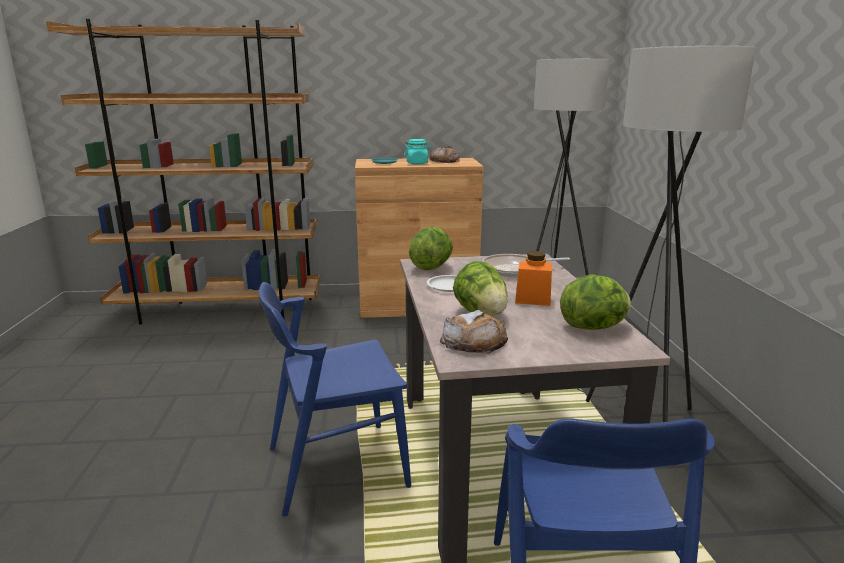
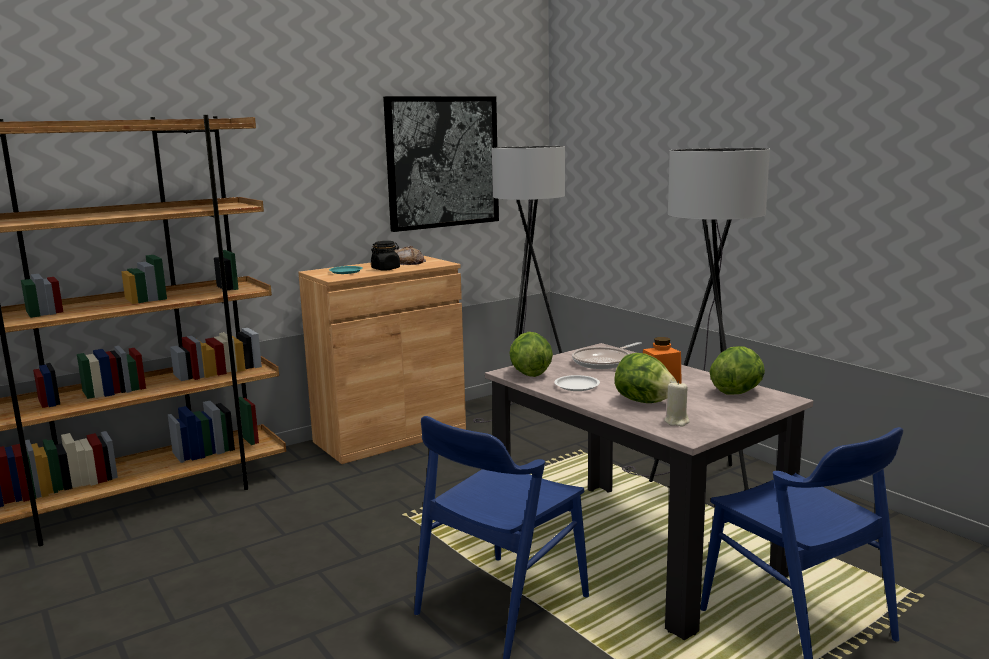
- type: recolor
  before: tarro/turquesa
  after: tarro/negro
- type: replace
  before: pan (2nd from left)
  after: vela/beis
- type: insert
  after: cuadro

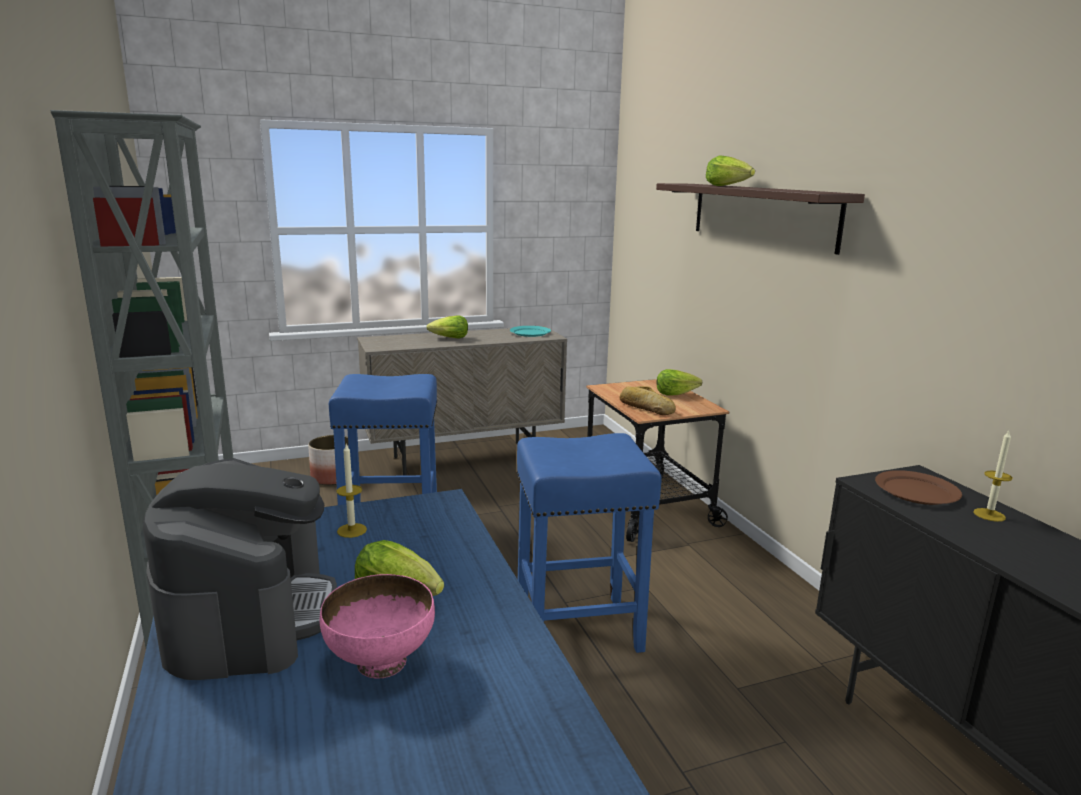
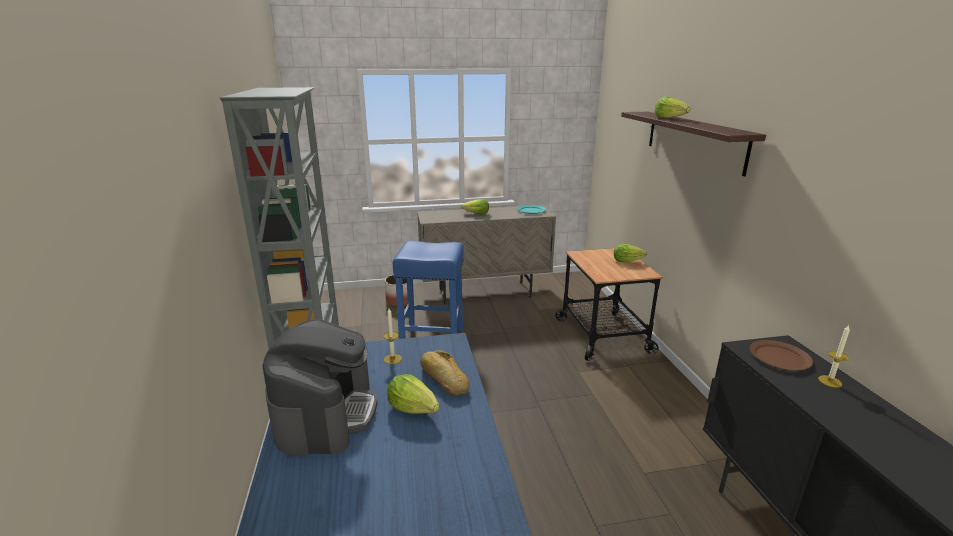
- type: delete
  before: cuenco/rosa
- type: delete
  before: taburete/azul (2nd from left)
- type: move
  before: pan

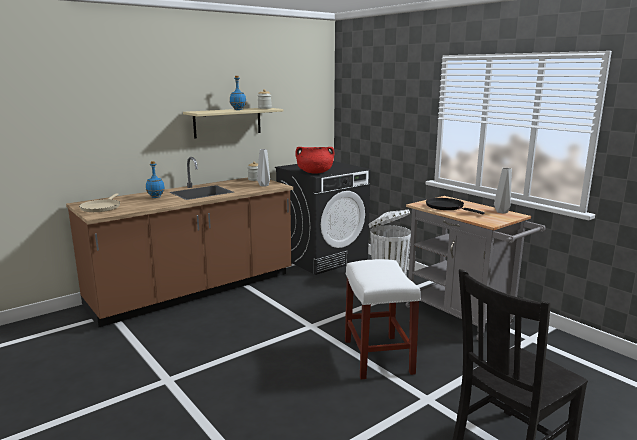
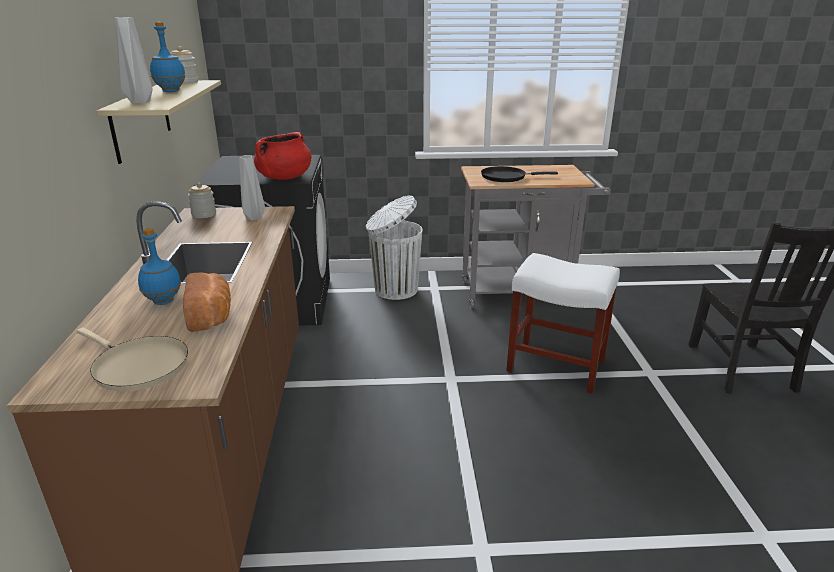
- type: move
  before: florero/gris (2nd from left in the first image)
  after: florero/gris (1st from left)
- type: insert
  after: pan

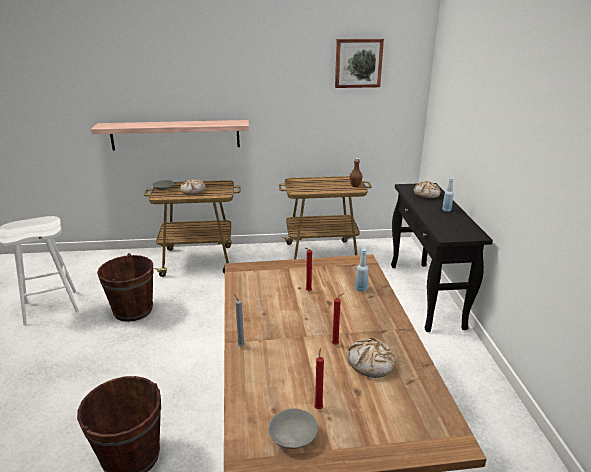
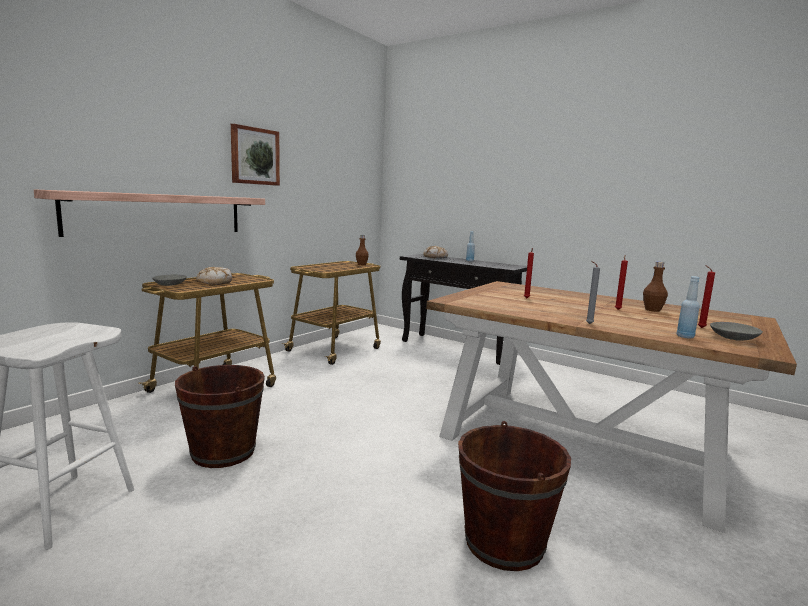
- type: move
  before: cuadro
- type: replace
  before: pan (2nd from left)
  after: botella/marrón (2nd from left)
- type: move
  before: botella/azul (1st from left in the first image)
  after: botella/azul (2nd from left)

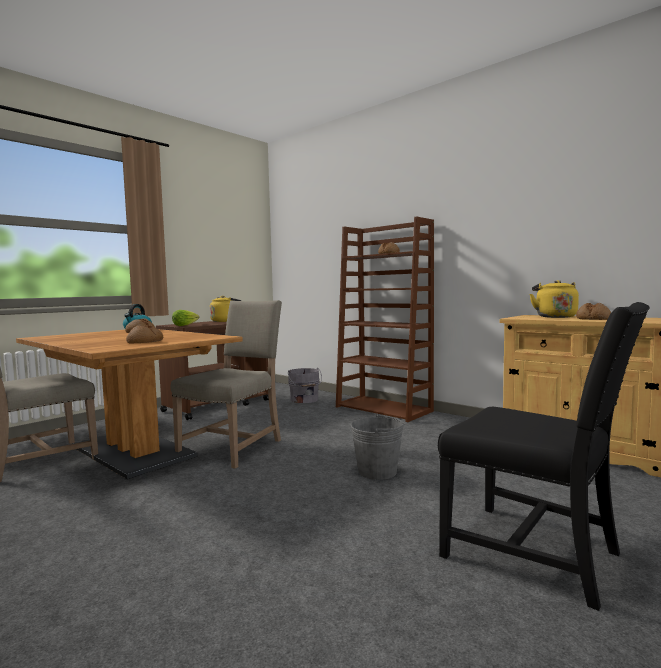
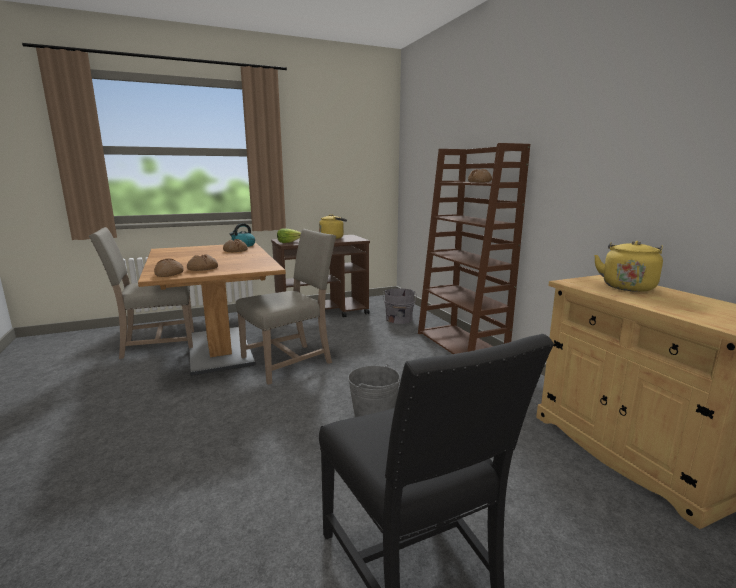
- type: move
  before: pan (4th from left in the first image)
  after: pan (1st from left)

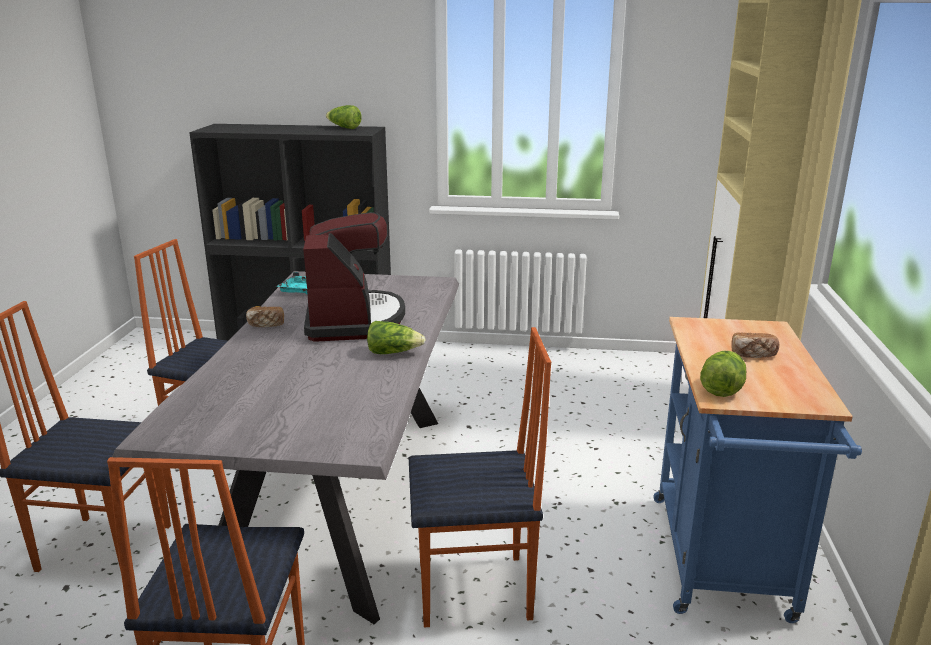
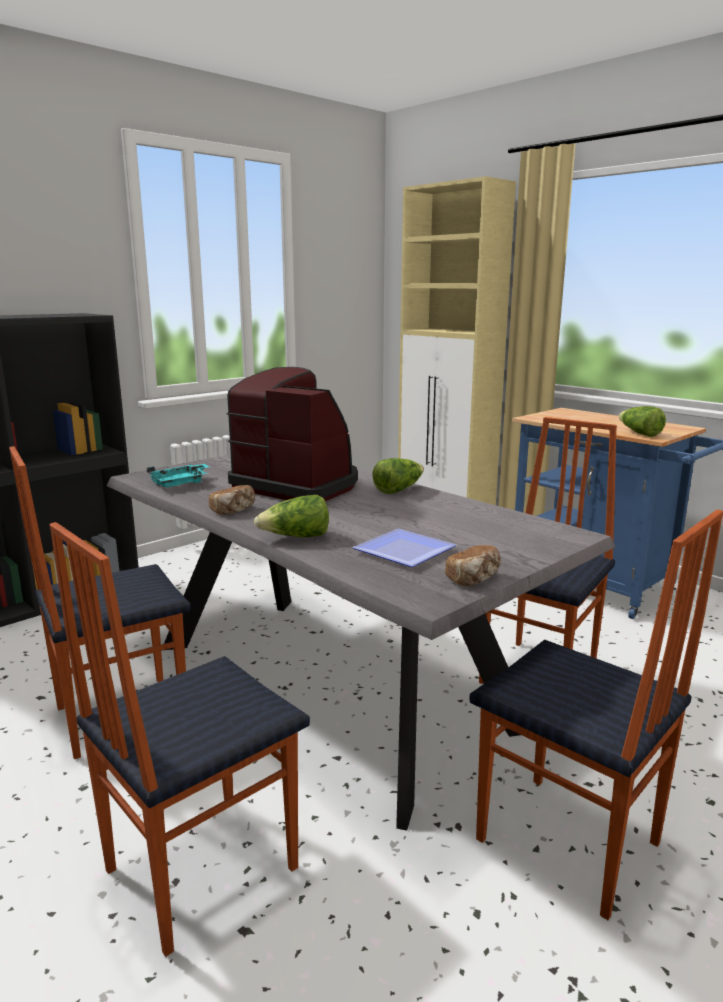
- type: move
  before: lechuga (1st from left)
- type: move
  before: pan (2nd from left)
- type: insert
  after: plato

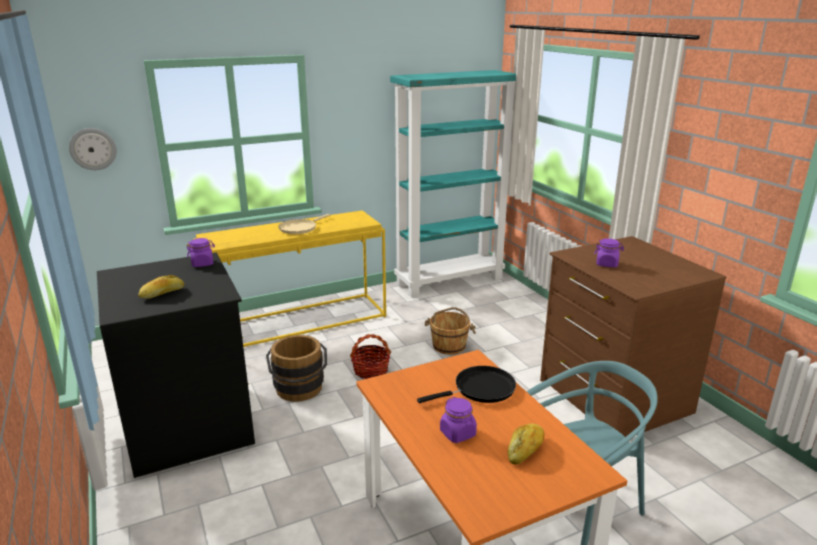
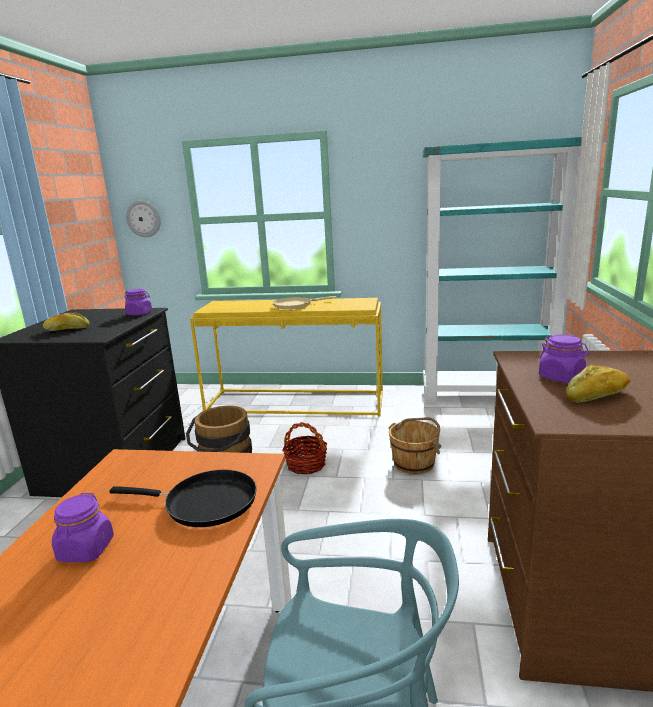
- type: move
  before: pan (2nd from left)

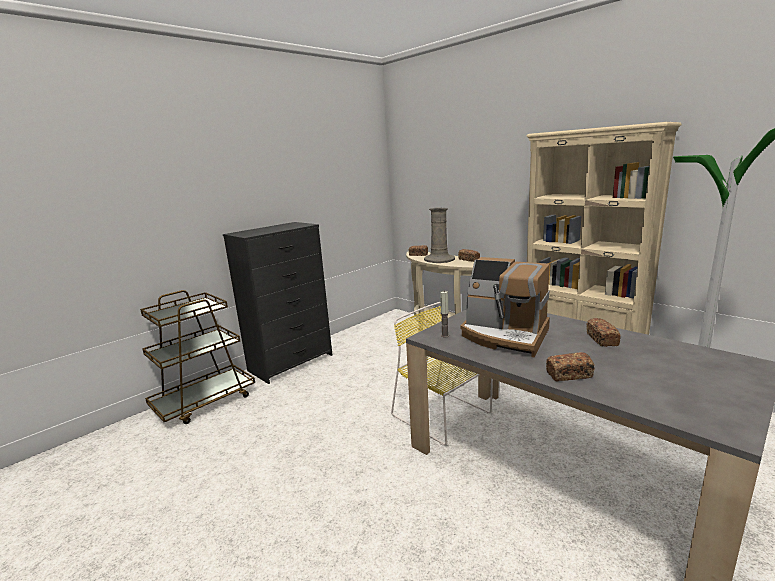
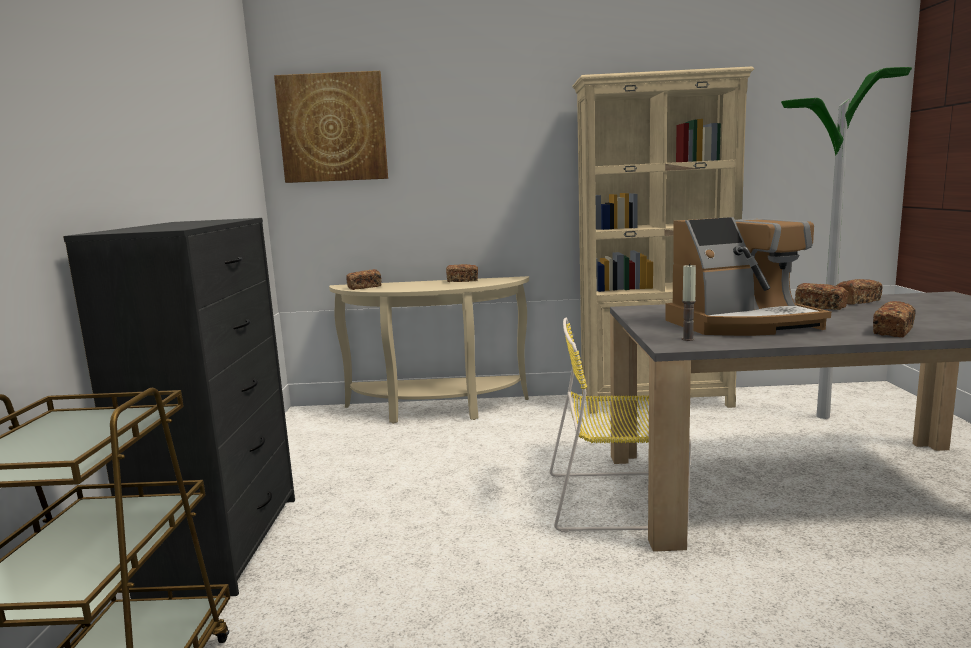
- type: delete
  before: florero/beis
- type: insert
  after: cuadro
- type: insert
  after: pan (4th from left)

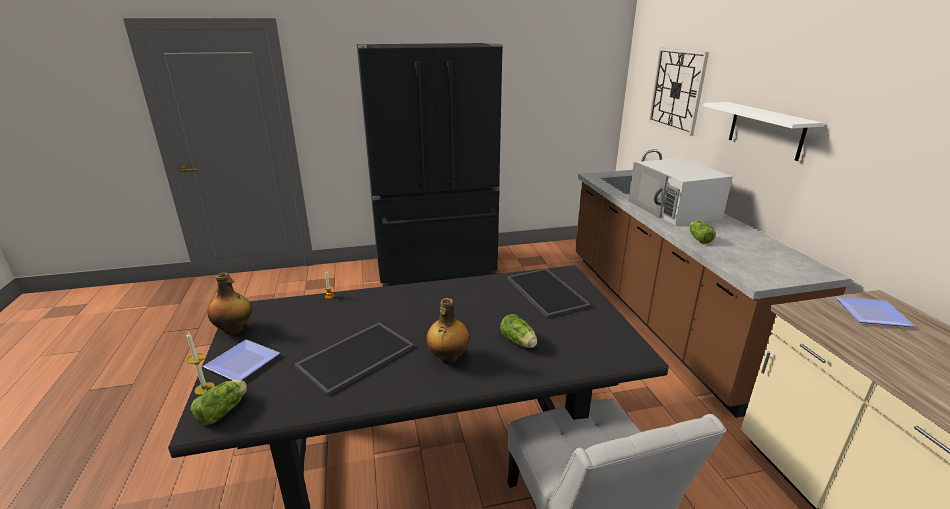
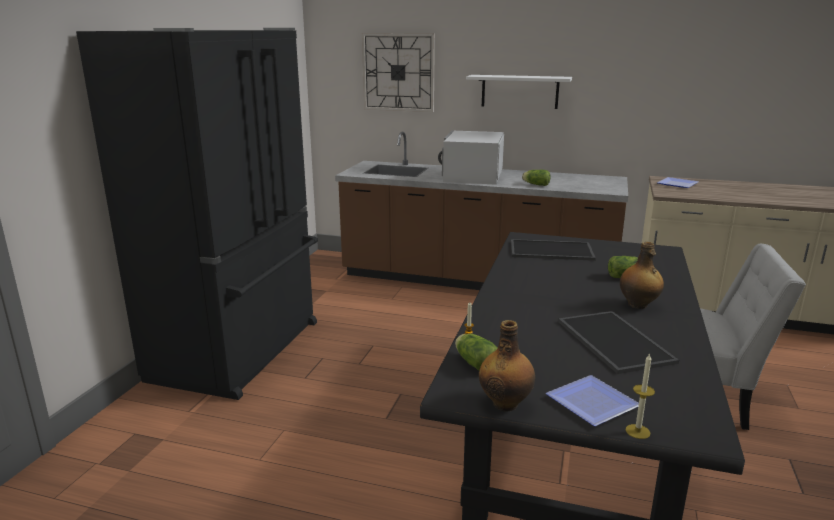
- type: move
  before: lechuga (1st from left)
- type: rotate
  before: microondas/blanco
  turn: 90

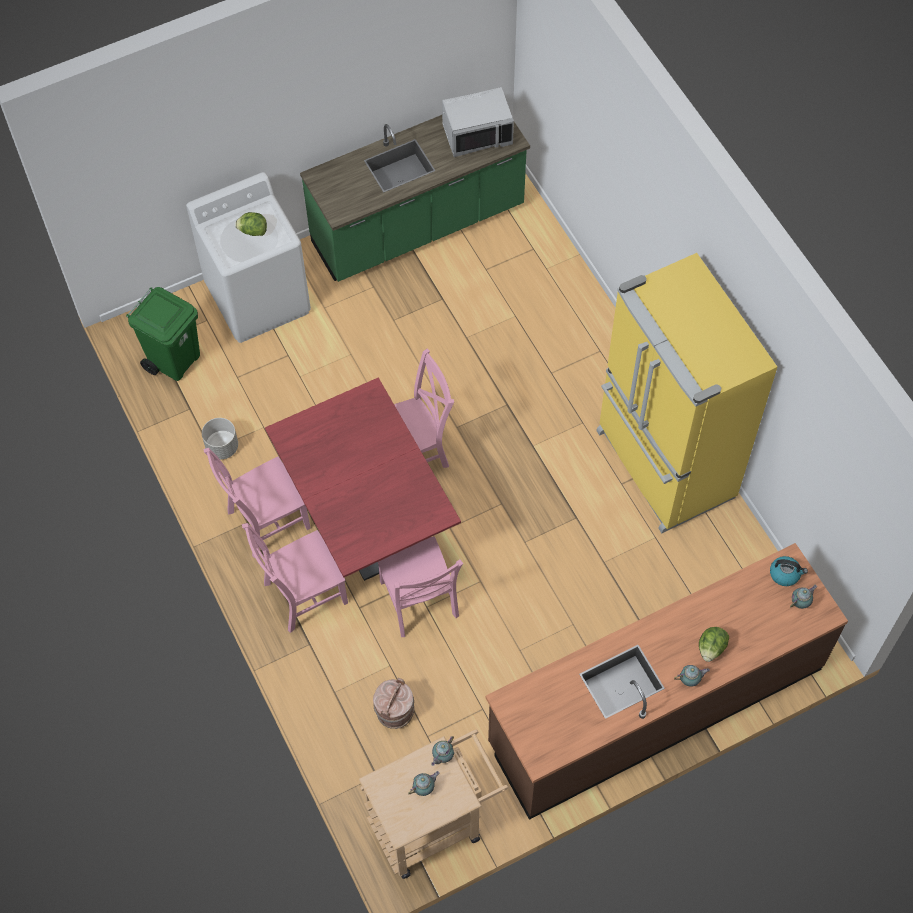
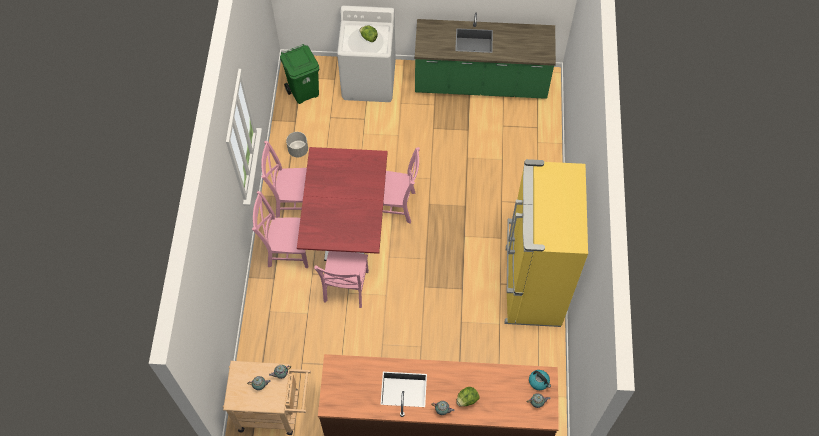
- type: delete
  before: cubo/marrón
- type: delete
  before: microondas/gris

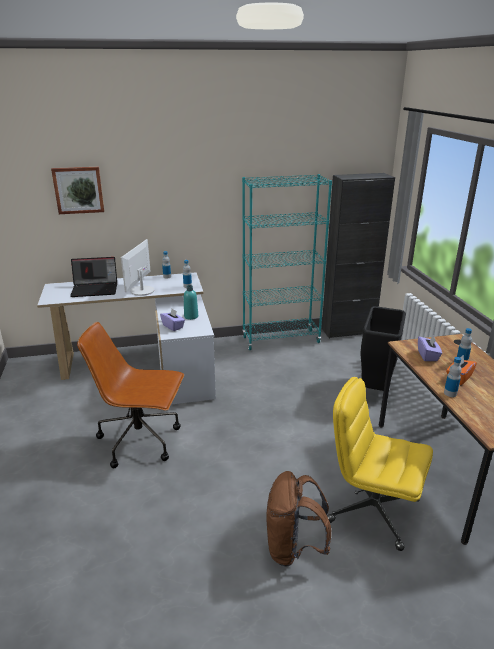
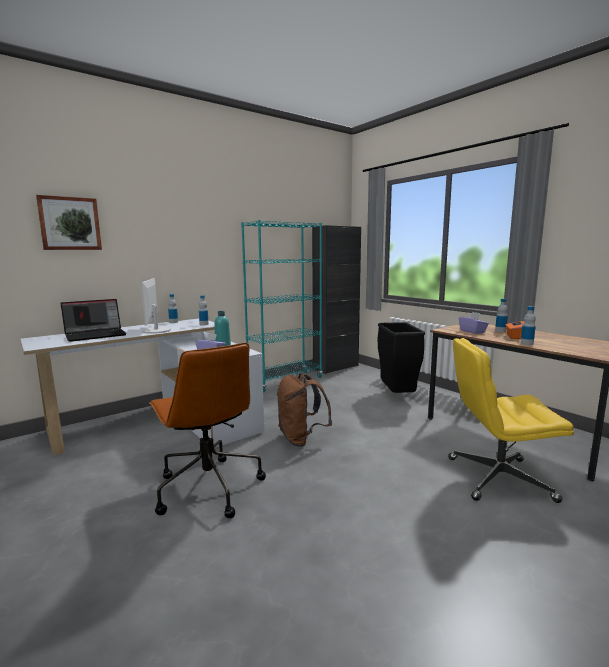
- type: rotate
  before: silla de oficina/marrón
  turn: -105
- type: move
  before: mochila/marrón

